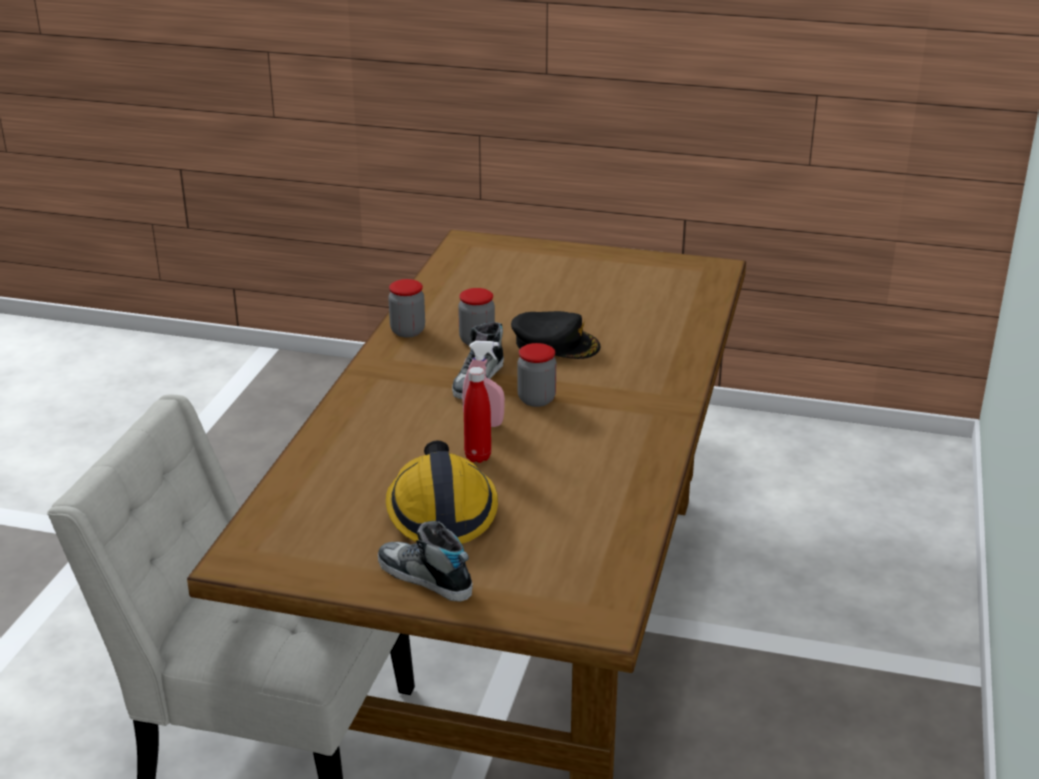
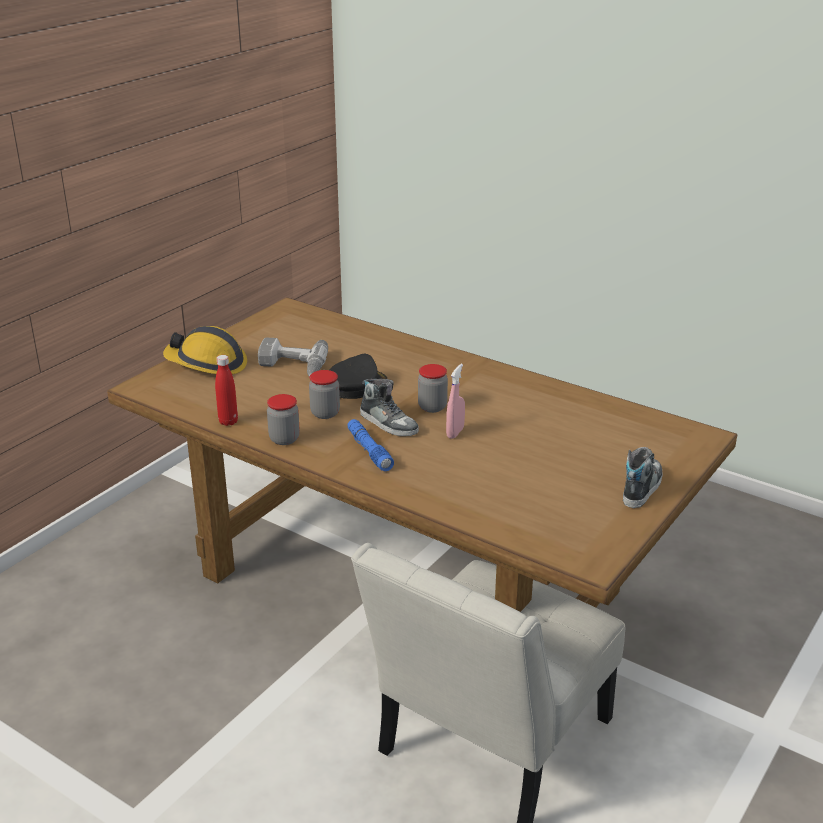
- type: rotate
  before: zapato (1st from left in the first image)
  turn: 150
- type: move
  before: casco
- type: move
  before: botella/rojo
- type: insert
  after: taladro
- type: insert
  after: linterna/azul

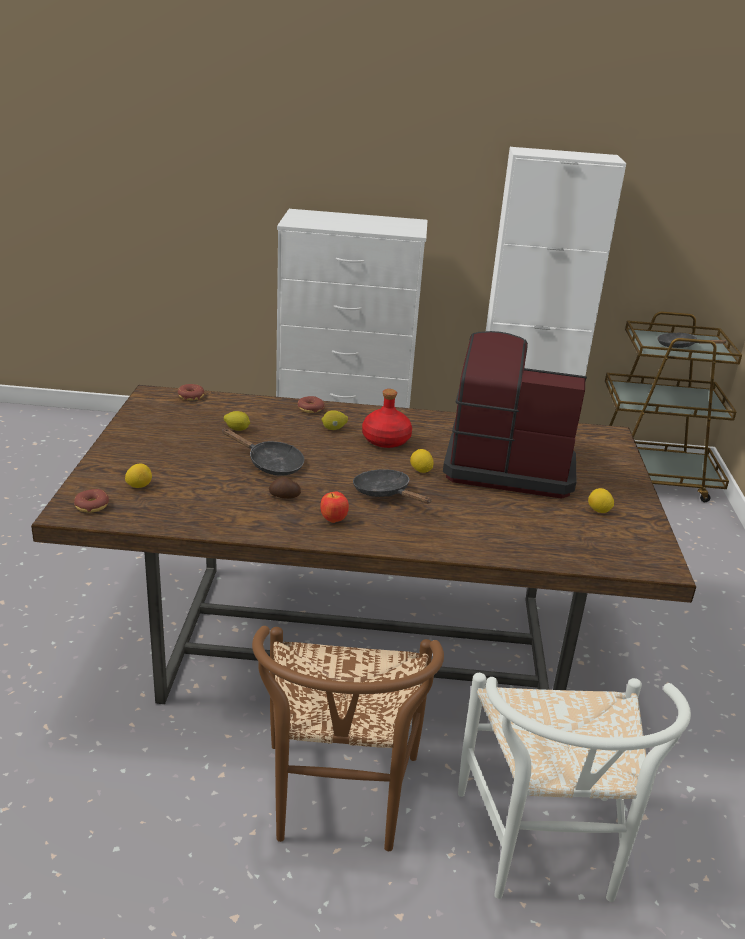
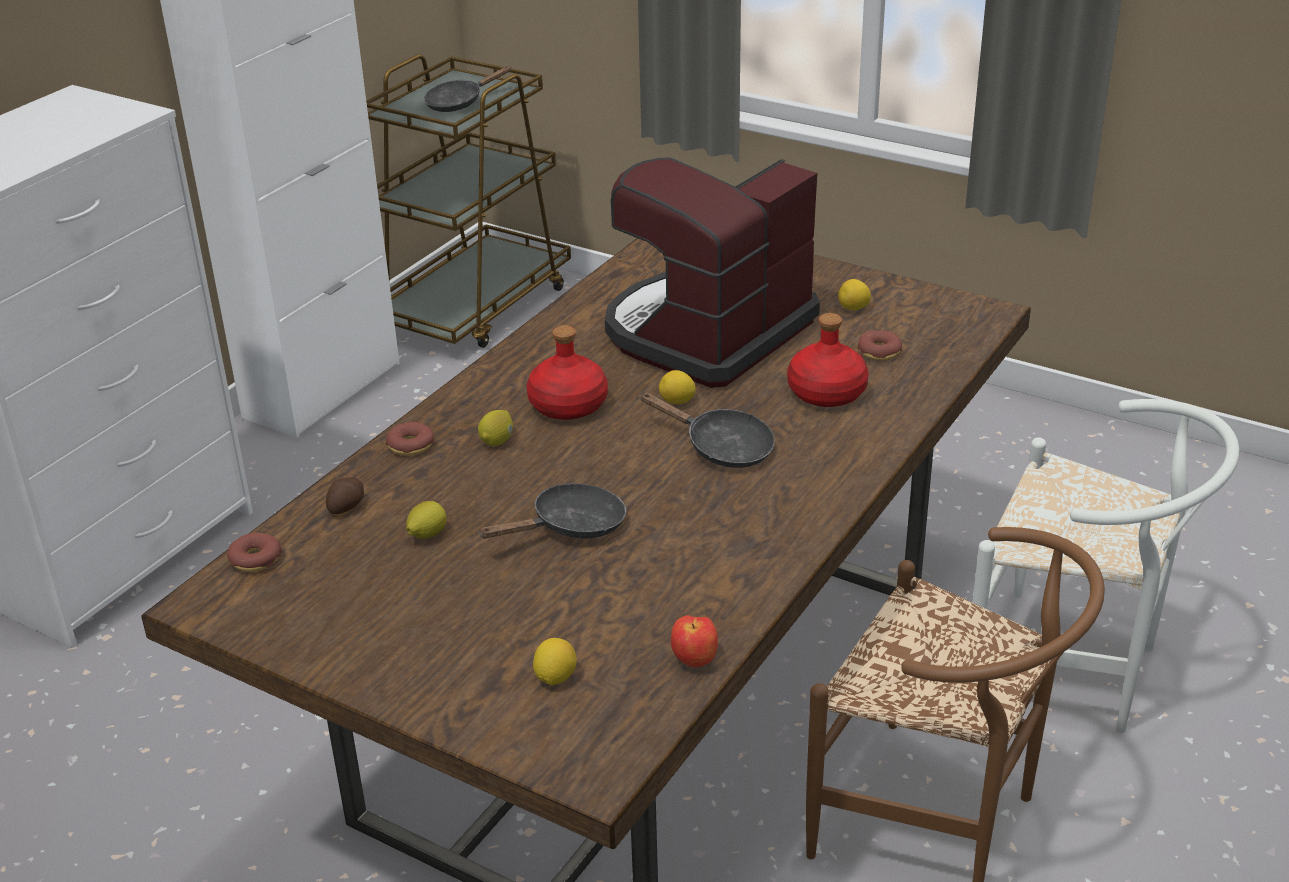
- type: move
  before: rosquilla (1st from left in the first image)
  after: rosquilla (3rd from left)
- type: move
  before: patata
- type: move
  before: manzana
- type: rotate
  before: sartén/negro (2nd from left in the first image)
  turn: -135
- type: insert
  after: botella/rojo (2nd from left)

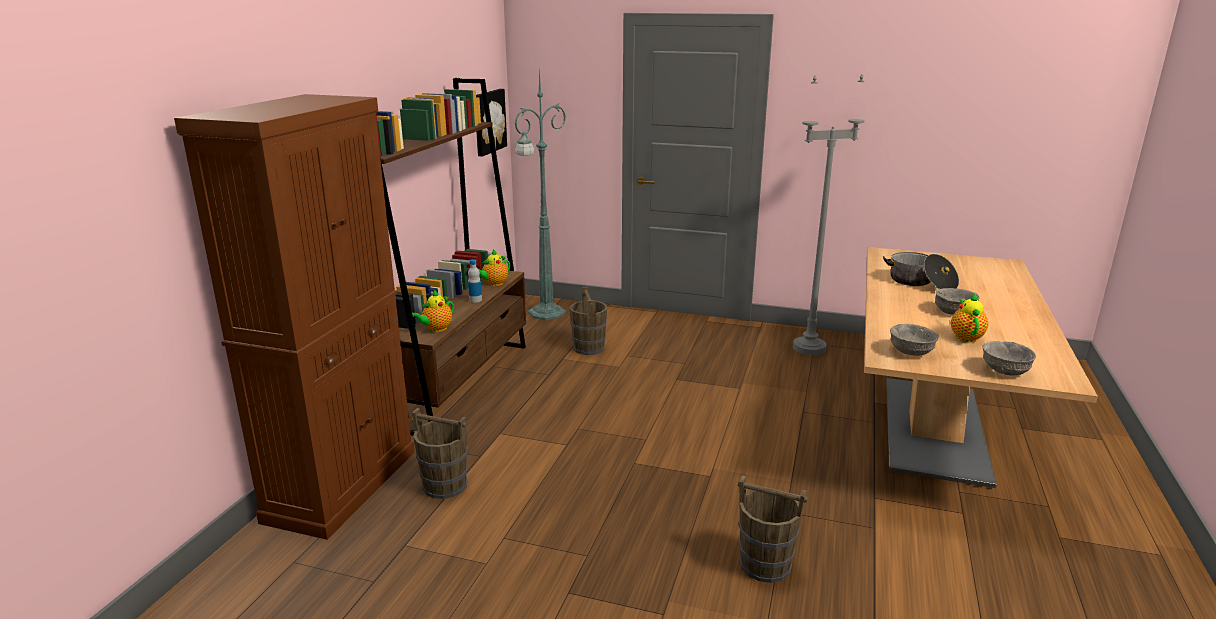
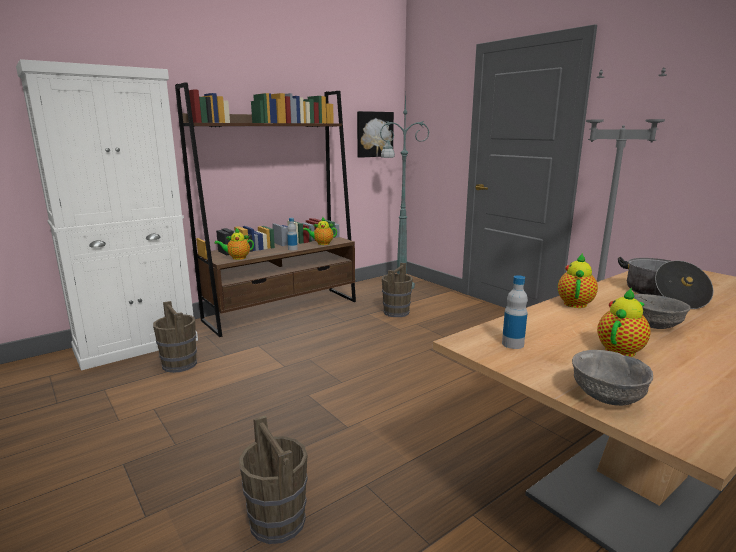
- type: recolor
  before: armario/marrón
  after: armario/blanco
- type: replace
  before: cuenco/gris (1st from left)
  after: botella (2nd from left)
- type: insert
  after: tetera (3rd from left)

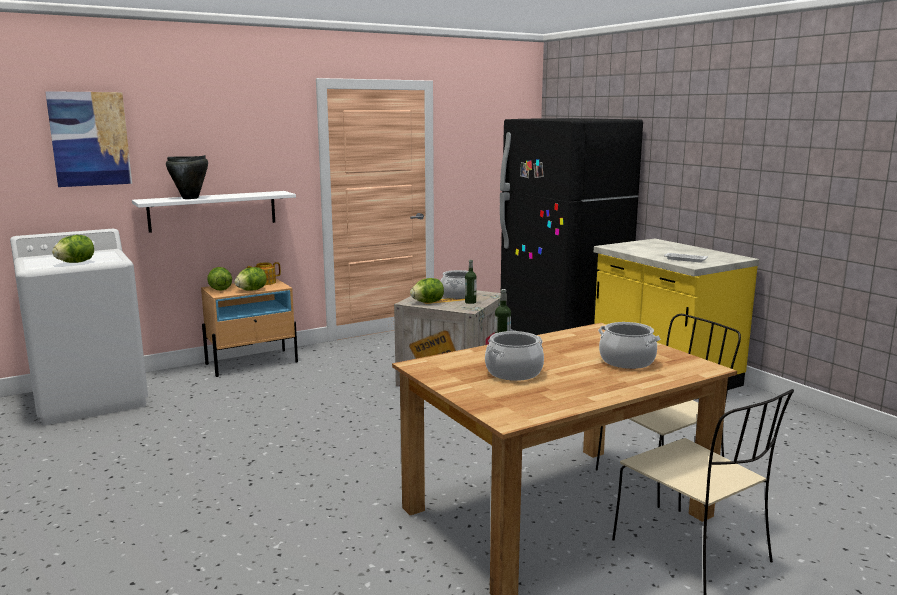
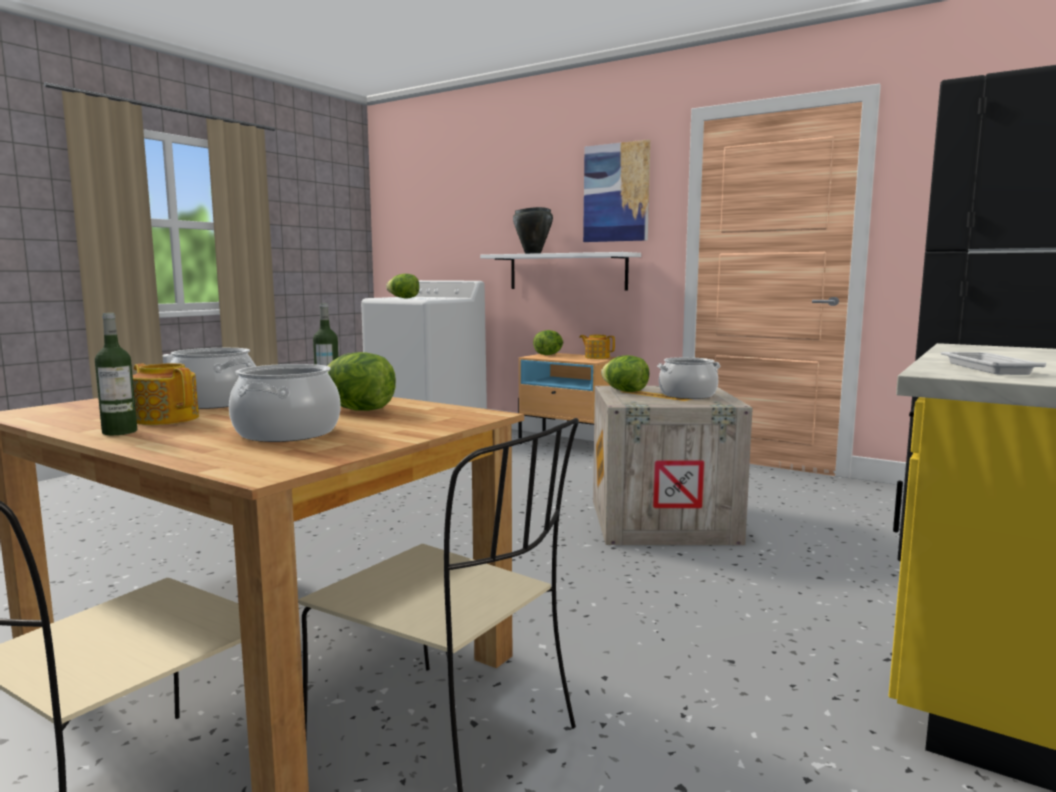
- type: move
  before: cuadro
- type: move
  before: lechuga (3rd from left in the first image)
  after: lechuga (1st from left)
- type: move
  before: botella (1st from left)
- type: insert
  after: tetera (1st from left)

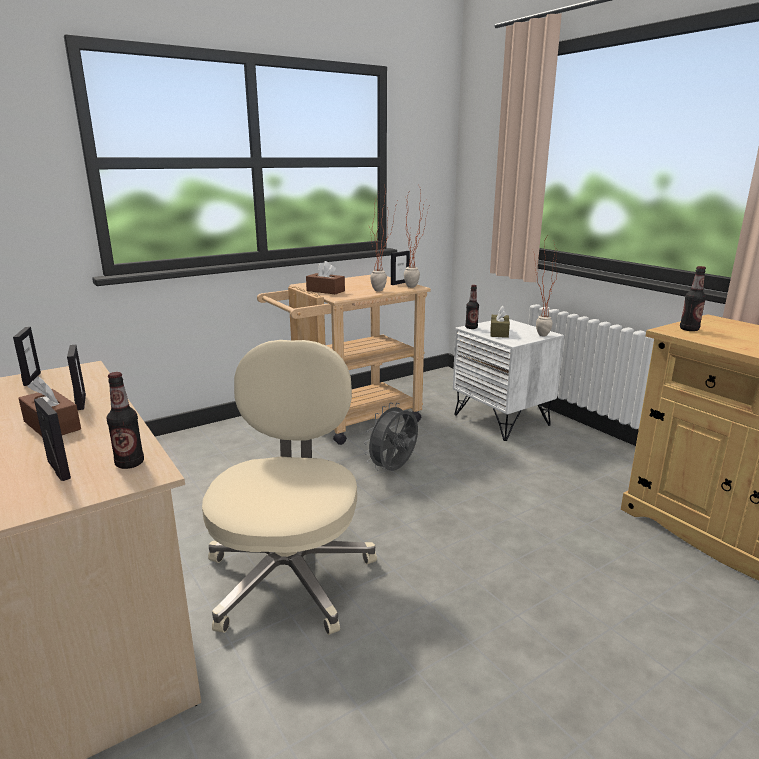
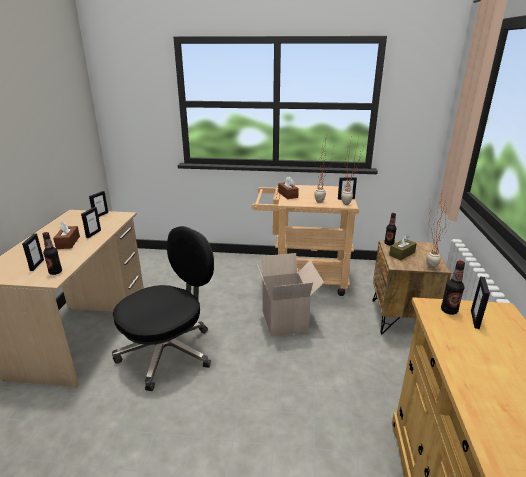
- type: recolor
  before: silla de oficina/beis
  after: silla de oficina/negro
- type: replace
  before: ventilador/gris
  after: caja de cartón
- type: recolor
  before: mesita de noche/blanco
  after: mesita de noche/marrón
- type: insert
  after: portarretratos (5th from left)

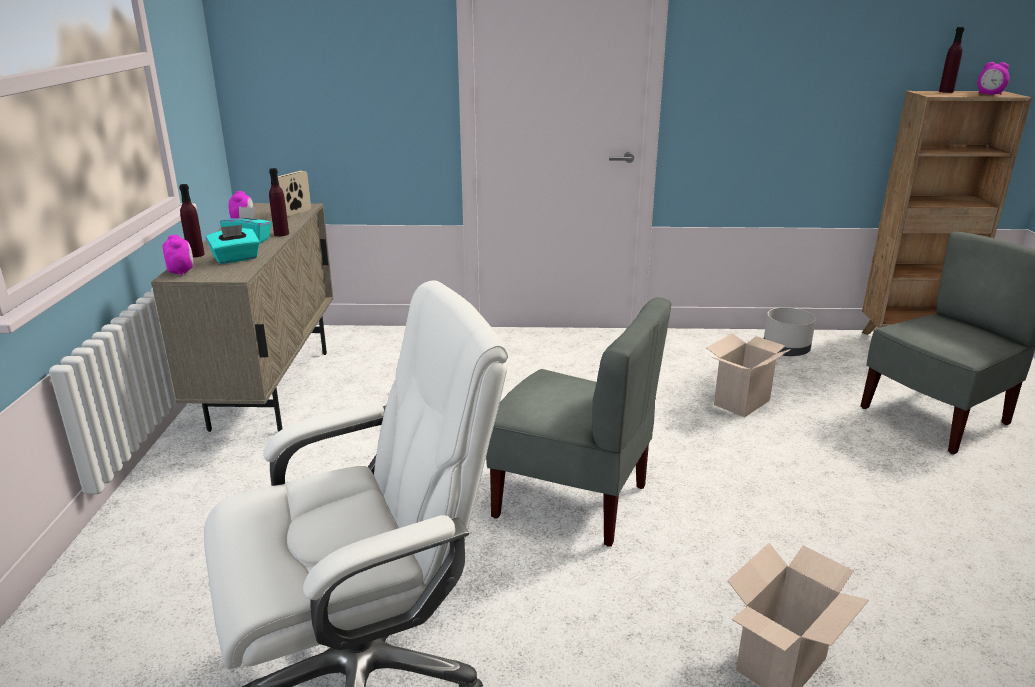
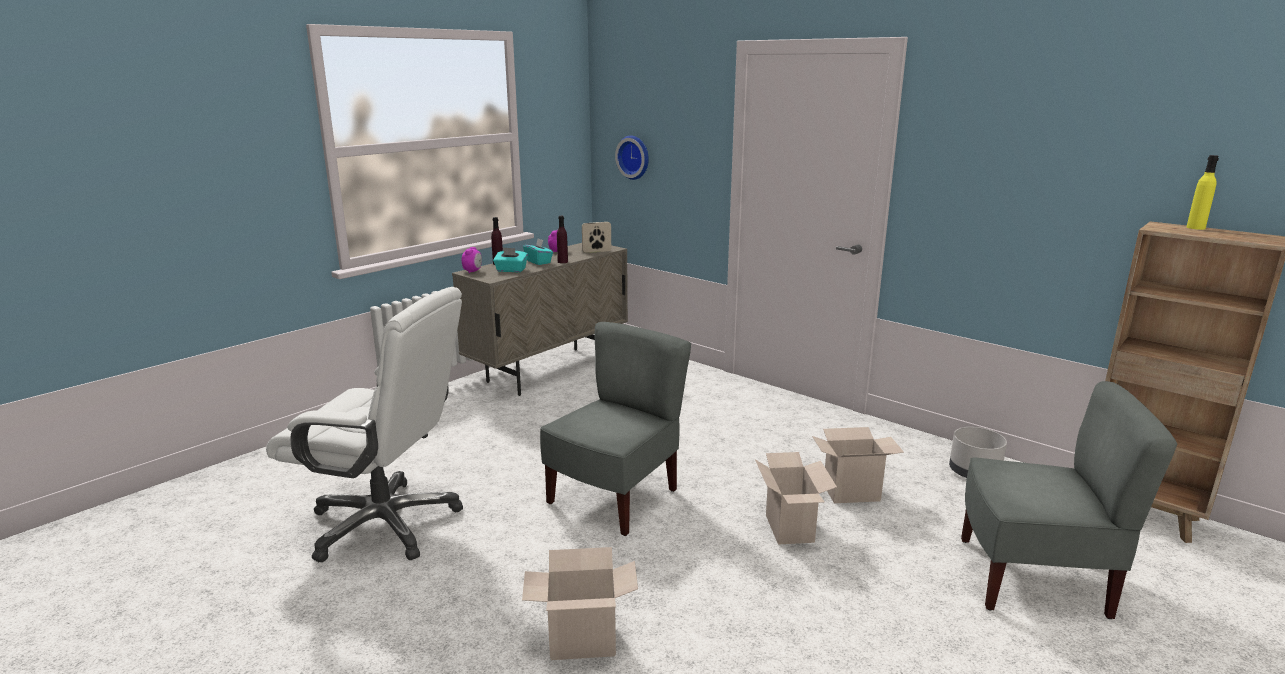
- type: rotate
  before: silla/gris (1st from left)
  turn: -120
- type: recolor
  before: botella/morado (3rd from left)
  after: botella/amarillo
- type: delete
  before: despertador (3rd from left)
- type: insert
  after: reloj de pared
- type: insert
  after: caja de cartón (2nd from left)

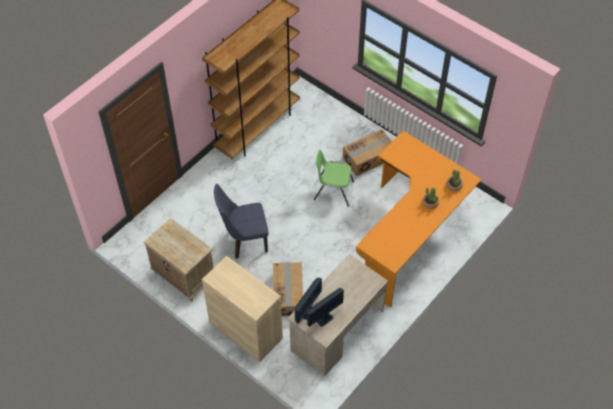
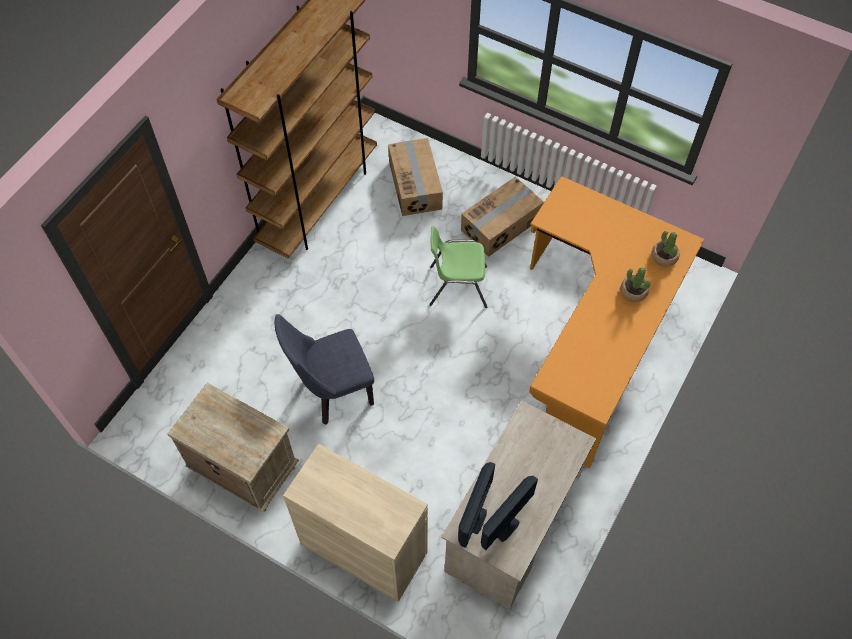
- type: move
  before: caja de cartón (1st from left)

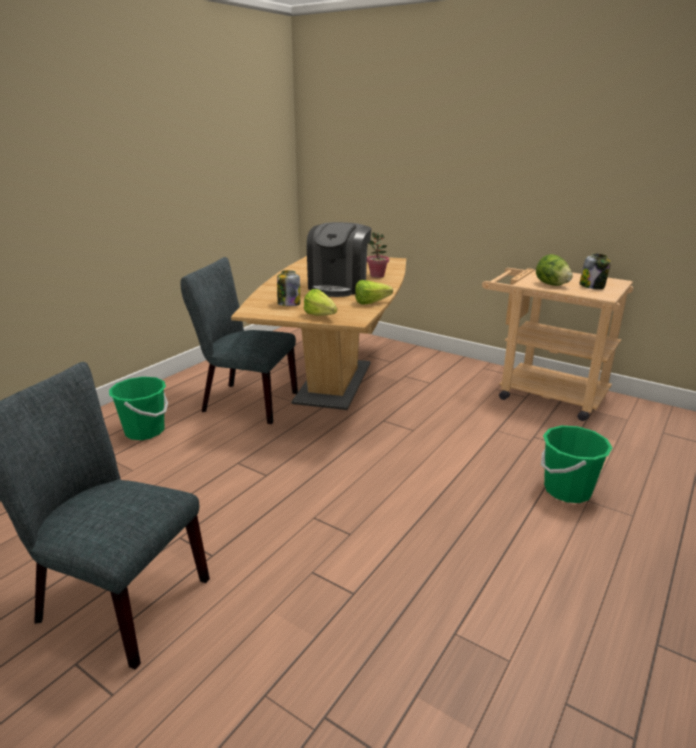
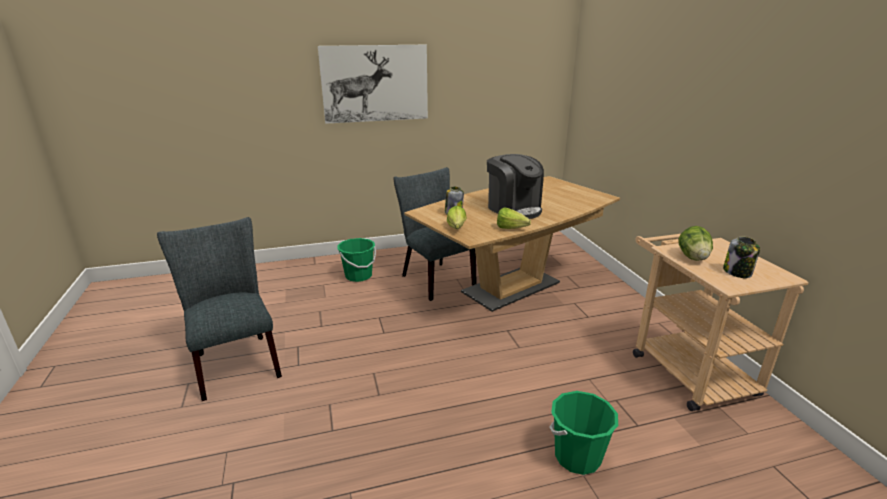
- type: rotate
  before: cafetera
  turn: -90
- type: delete
  before: planta en maceta
- type: insert
  after: cuadro

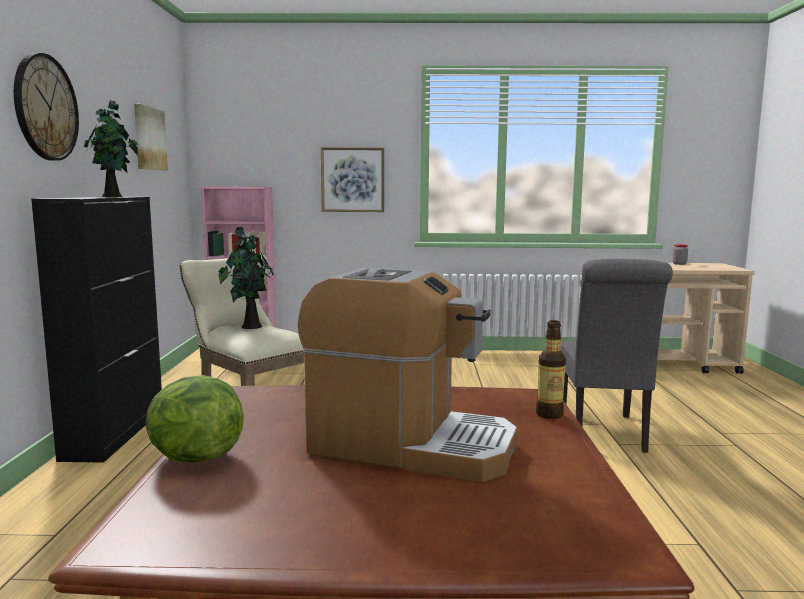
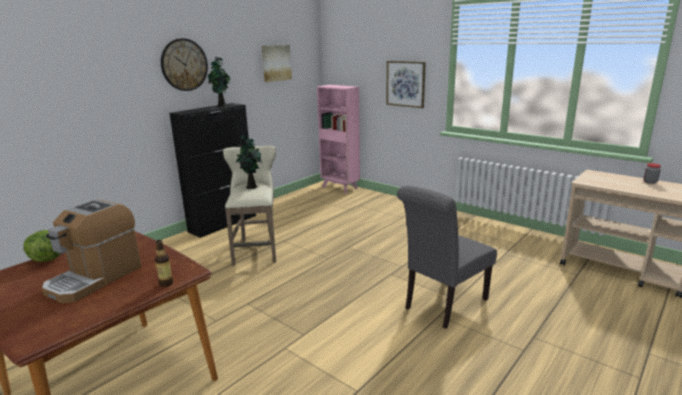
- type: rotate
  before: cafetera
  turn: 60

